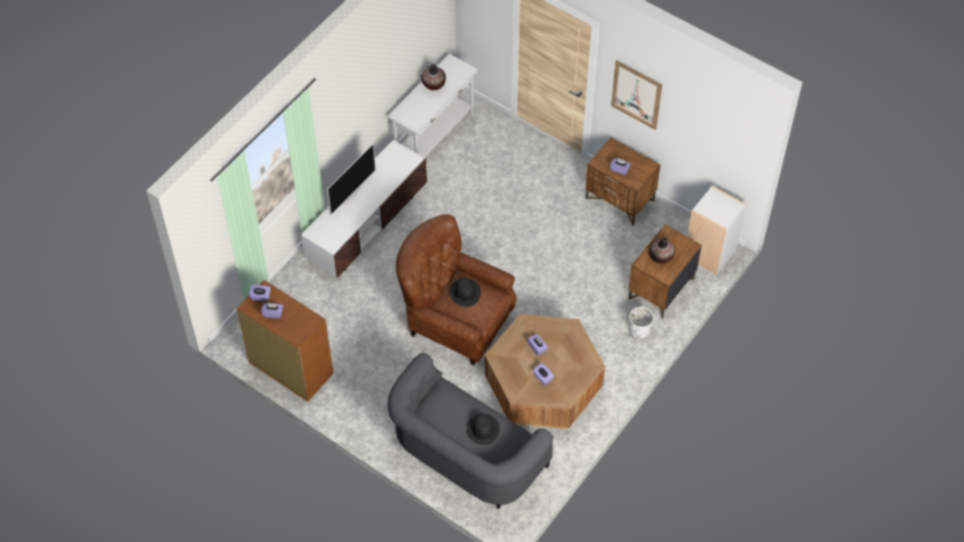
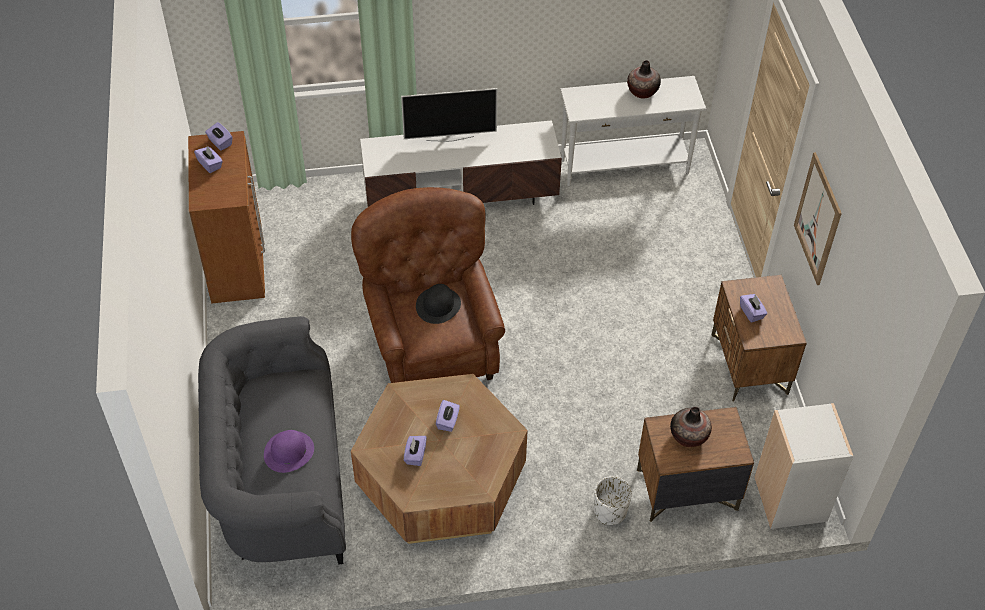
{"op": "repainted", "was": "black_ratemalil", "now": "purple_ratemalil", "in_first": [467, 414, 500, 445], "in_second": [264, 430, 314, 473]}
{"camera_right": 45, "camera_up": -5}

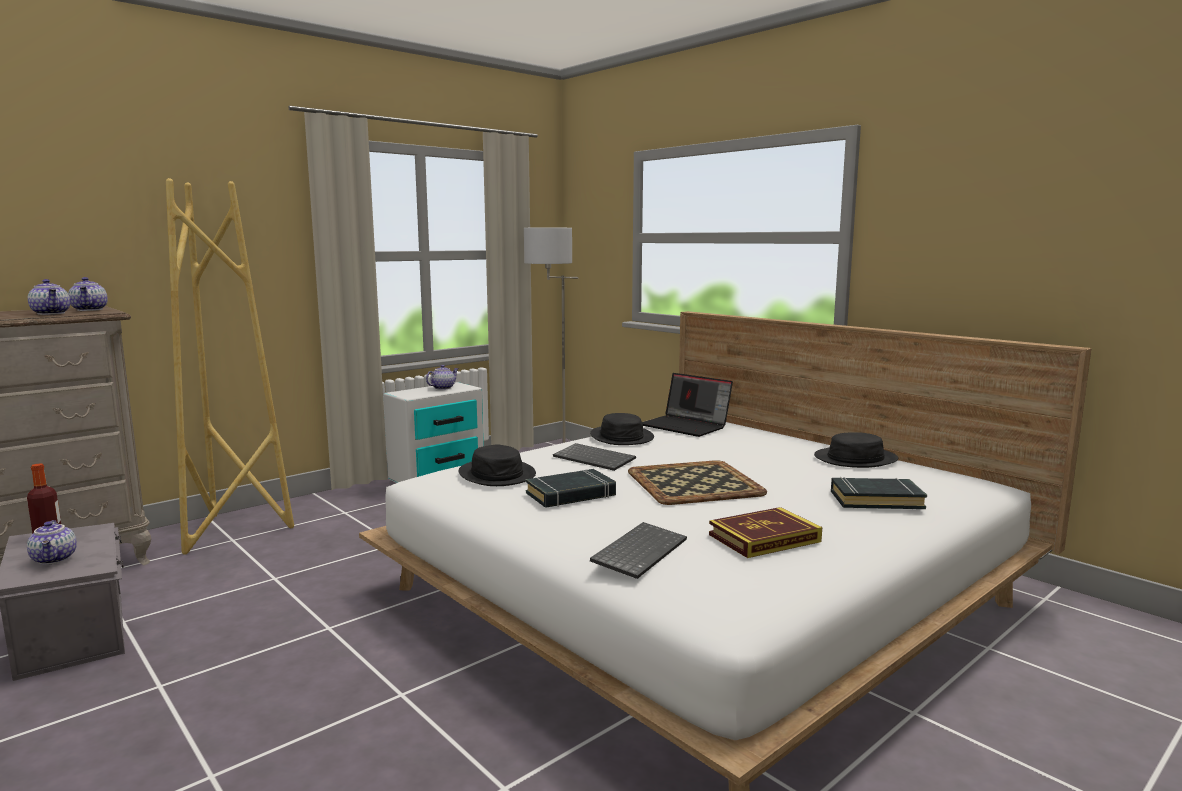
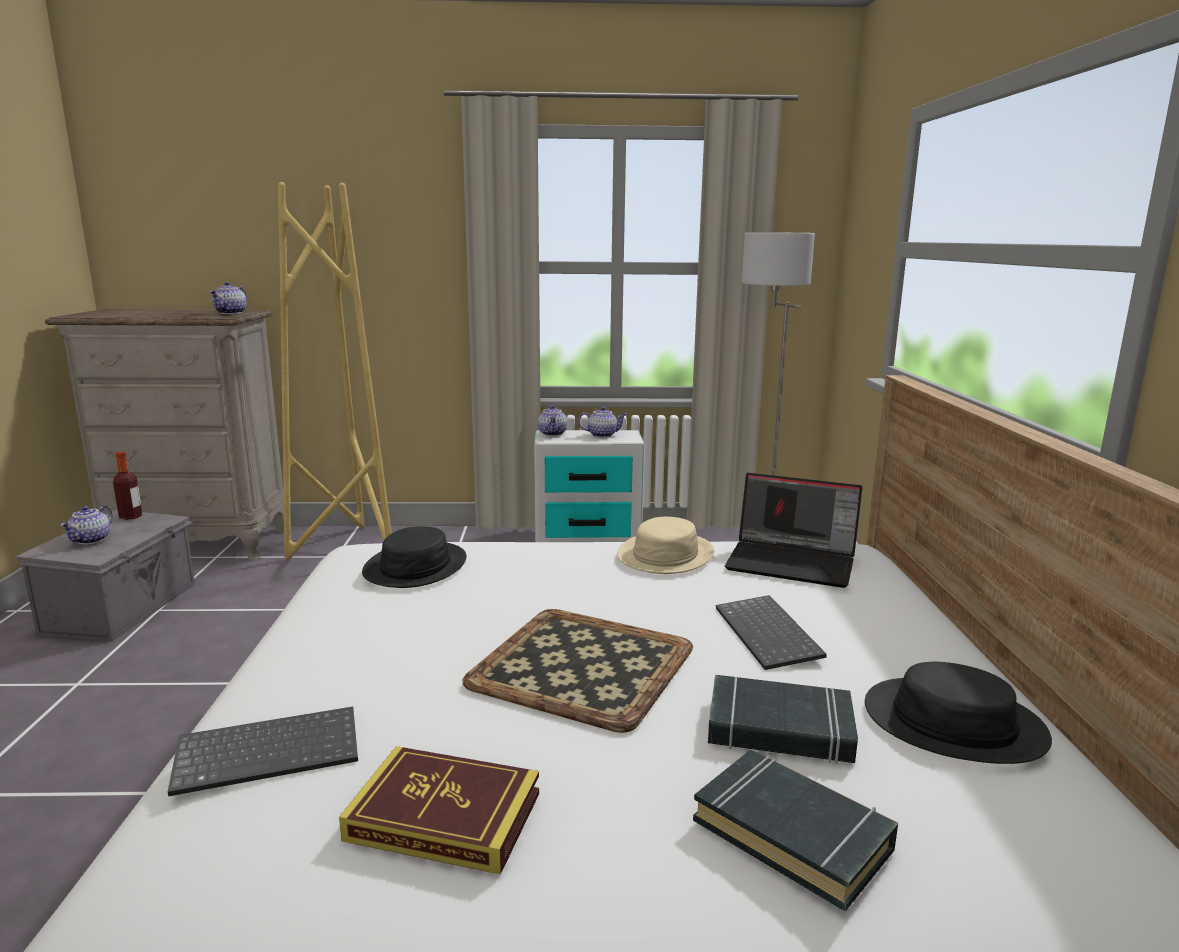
{"op": "shifted", "was": "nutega", "in_first": [28, 279, 70, 315], "in_second": [538, 405, 567, 436]}
{"op": "repainted", "was": "black_ratemalil", "now": "beige_ratemalil", "in_first": [590, 413, 654, 445], "in_second": [617, 517, 714, 574]}
{"op": "shifted", "was": "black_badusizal", "in_first": [526, 469, 616, 508], "in_second": [708, 675, 858, 764]}
{"op": "shifted", "was": "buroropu", "in_first": [553, 443, 636, 471], "in_second": [716, 595, 826, 670]}
{"op": "rotated", "was": "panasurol", "in_first": [642, 373, 733, 437], "in_second": [725, 473, 862, 588], "clockwise": -60}
{"camera_right": 40, "camera_up": 5}

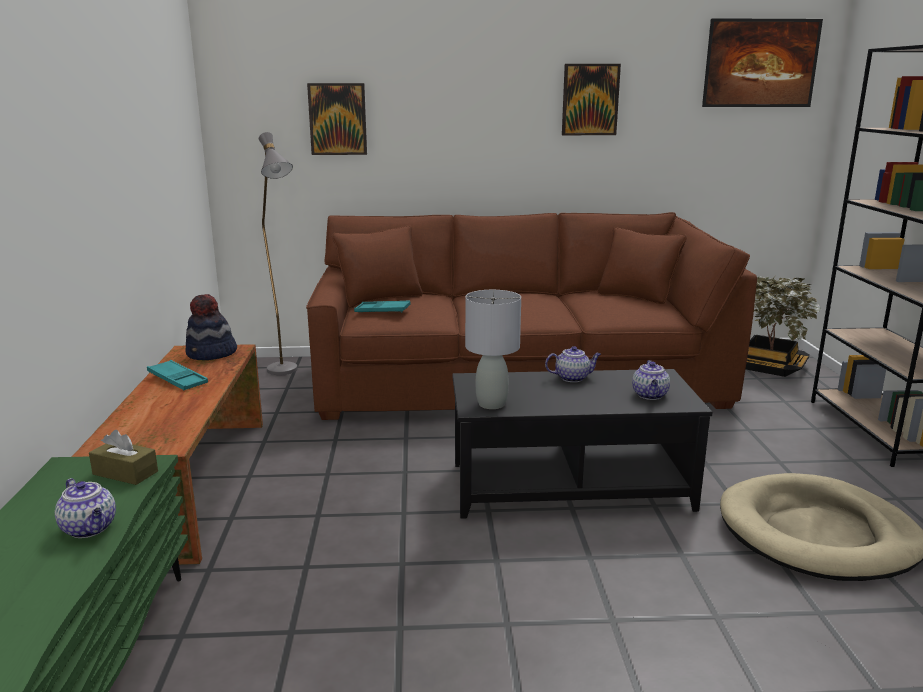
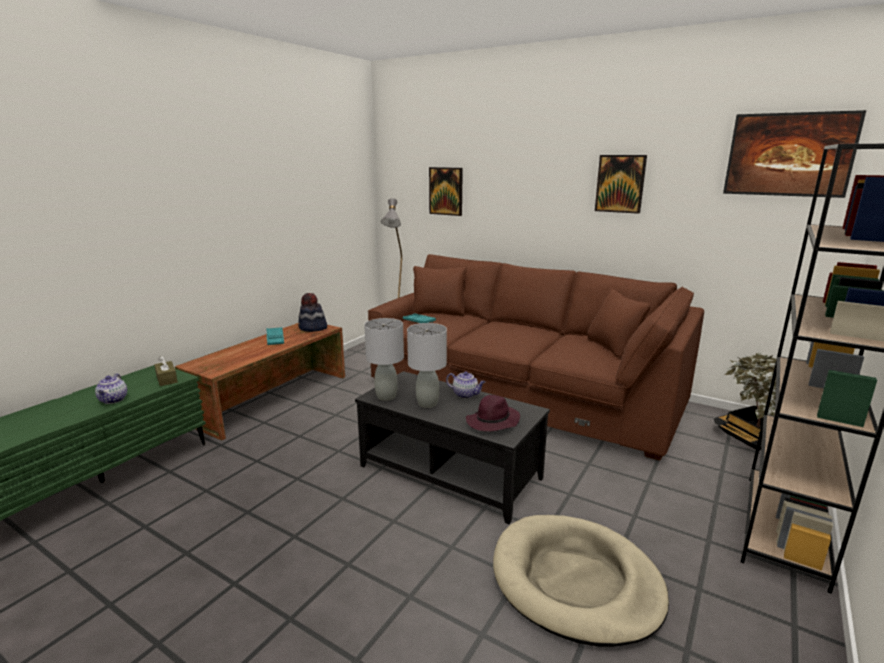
{"op": "new", "now": "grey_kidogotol", "in_second": [407, 323, 447, 408]}
{"op": "swapped", "was": "nutega", "now": "purple_ratemalil", "in_first": [632, 360, 670, 400], "in_second": [466, 395, 520, 431]}
{"camera_right": 35, "camera_up": 0}

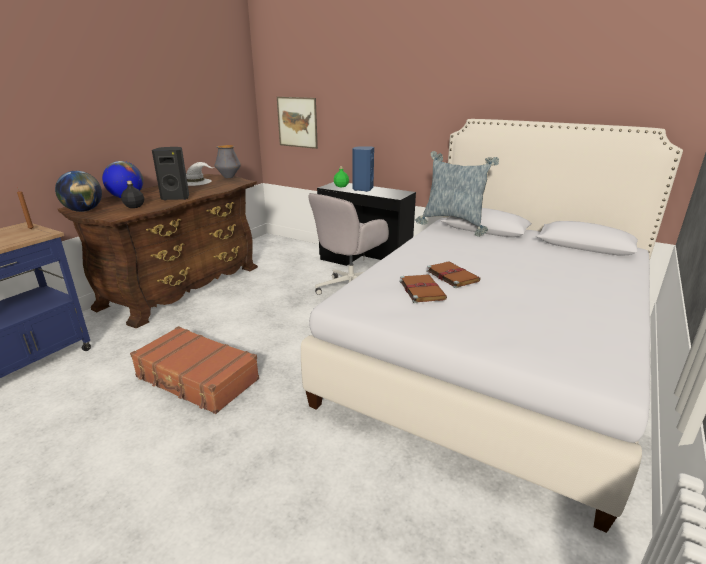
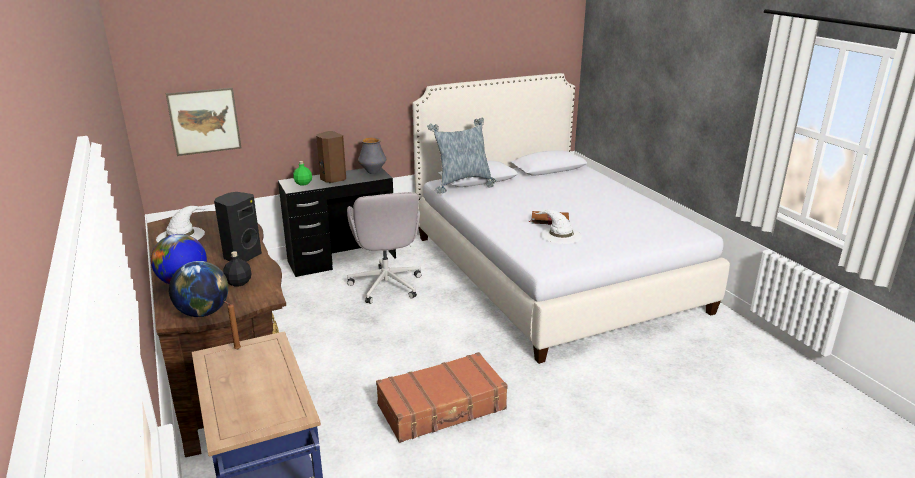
{"op": "repainted", "was": "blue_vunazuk", "now": "brown_vunazuk", "in_first": [353, 146, 374, 192], "in_second": [316, 131, 346, 183]}
{"op": "shifted", "was": "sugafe", "in_first": [214, 145, 241, 178], "in_second": [358, 138, 386, 174]}
{"op": "swapped", "was": "brown_badusizal", "now": "white_ratemalil", "in_first": [400, 274, 447, 303], "in_second": [535, 209, 582, 244]}
{"camera_right": -55, "camera_up": 0}

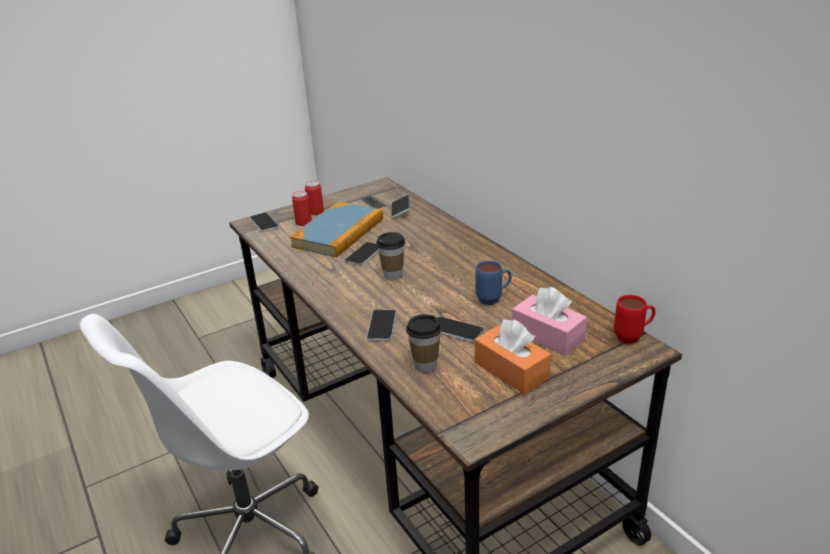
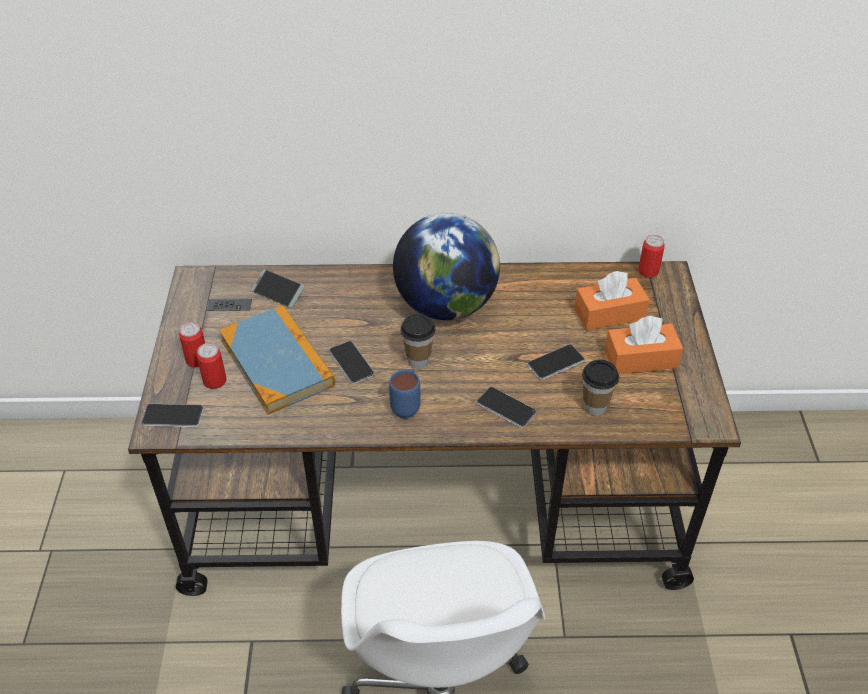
{"op": "shifted", "was": "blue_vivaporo", "in_first": [476, 261, 512, 305], "in_second": [389, 369, 421, 419]}
{"op": "new", "now": "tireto", "in_second": [393, 213, 500, 320]}
{"op": "repainted", "was": "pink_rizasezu", "now": "orange_rizasezu", "in_first": [512, 287, 587, 356], "in_second": [574, 271, 650, 331]}
{"op": "swapped", "was": "red_vivaporo", "now": "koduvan", "in_first": [614, 295, 656, 344], "in_second": [638, 235, 665, 278]}
{"camera_right": -60, "camera_up": 15}

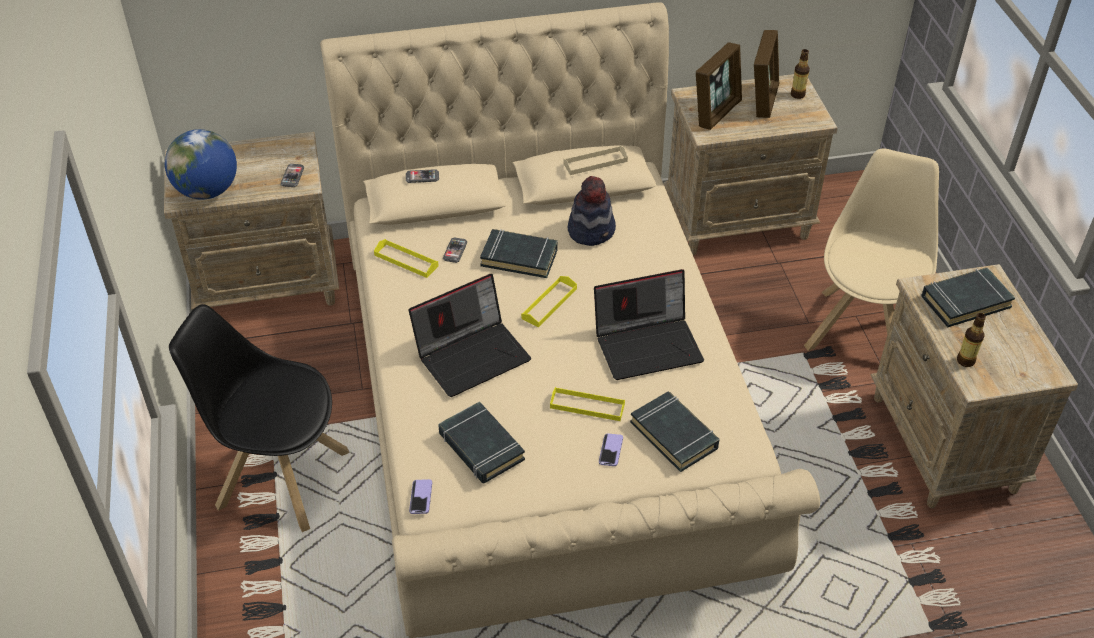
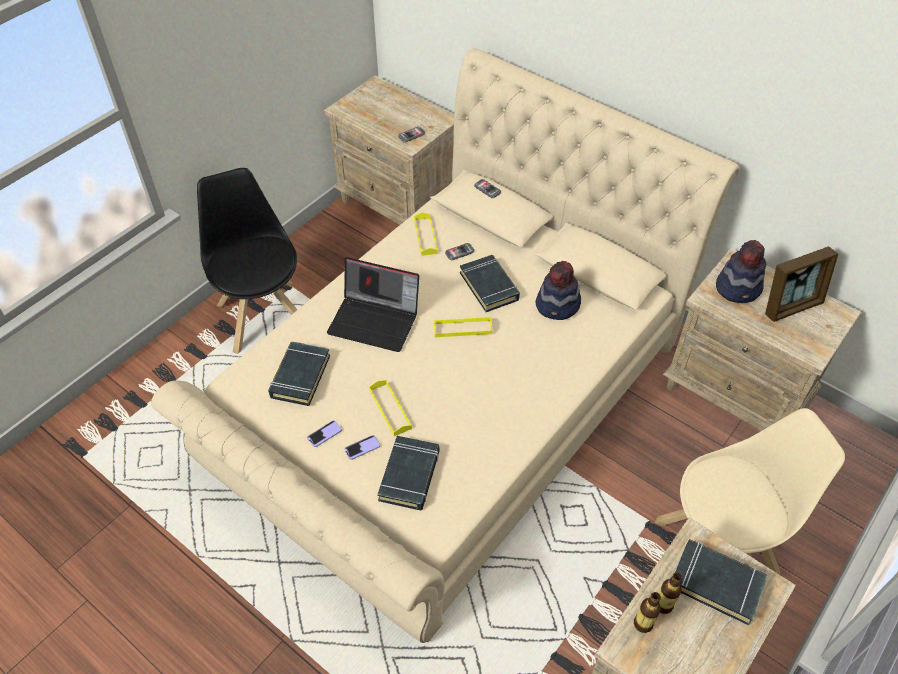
{"op": "shifted", "was": "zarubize", "in_first": [409, 479, 432, 514], "in_second": [307, 420, 342, 447]}
{"op": "shifted", "was": "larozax", "in_first": [791, 49, 810, 99], "in_second": [659, 572, 682, 614]}
{"op": "swapped", "was": "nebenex", "now": "ratemalil", "in_first": [696, 42, 742, 130], "in_second": [716, 240, 766, 303]}
{"op": "gone", "was": "tireto", "in_first": [165, 129, 237, 200]}
{"op": "gone", "was": "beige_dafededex", "in_first": [563, 145, 628, 175]}
{"op": "gone", "was": "panasurol", "in_first": [594, 269, 704, 380]}
{"camera_right": 50, "camera_up": 5}

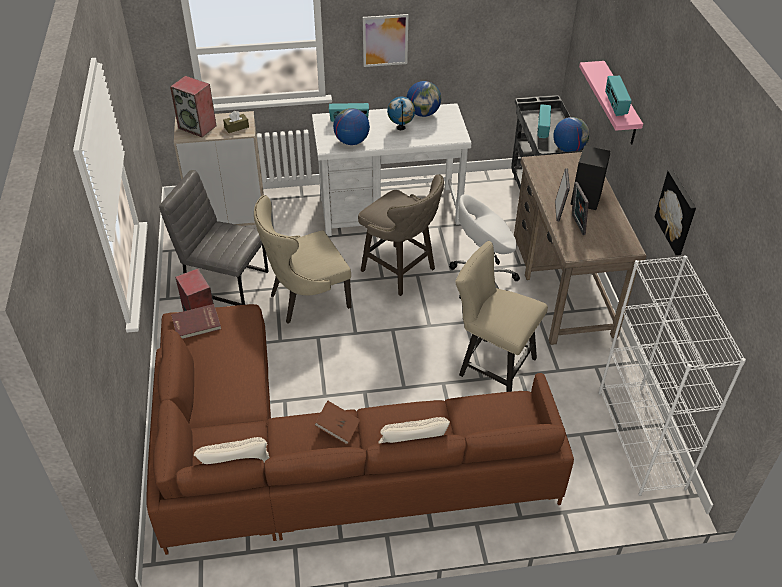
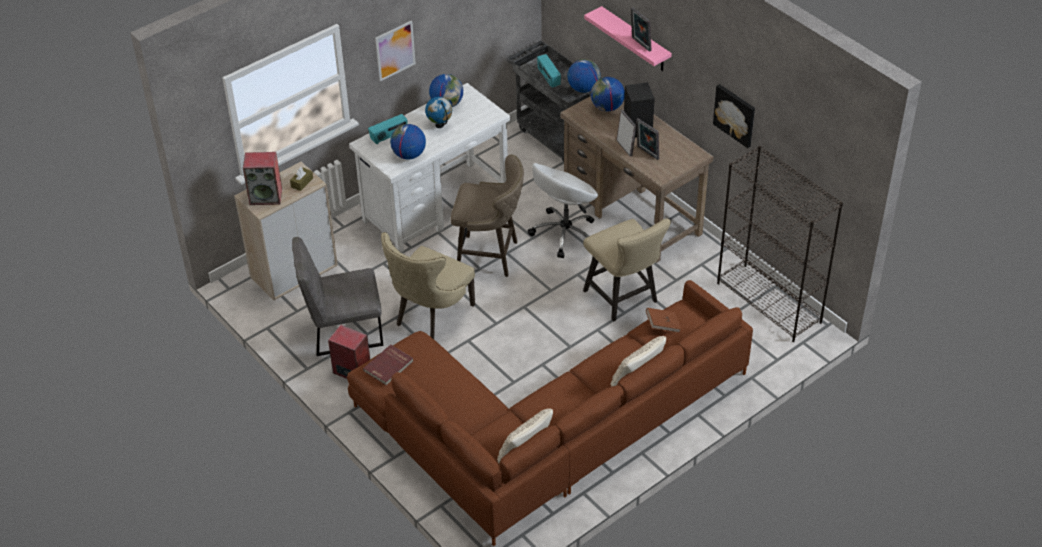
{"op": "rotated", "was": "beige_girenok", "in_first": [455, 241, 548, 392], "in_second": [583, 218, 671, 321], "clockwise": -120}
{"op": "new", "now": "tireto", "in_second": [591, 77, 625, 111]}
{"op": "swapped", "was": "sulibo", "now": "nebenex", "in_first": [605, 76, 632, 116], "in_second": [631, 7, 652, 52]}
{"op": "shifted", "was": "brown_badusizal", "in_first": [314, 401, 360, 445], "in_second": [646, 308, 681, 333]}
{"op": "repainted", "was": "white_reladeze", "now": "black_reladeze", "in_first": [598, 255, 746, 496], "in_second": [717, 146, 843, 342]}
{"camera_right": -30, "camera_up": 0}

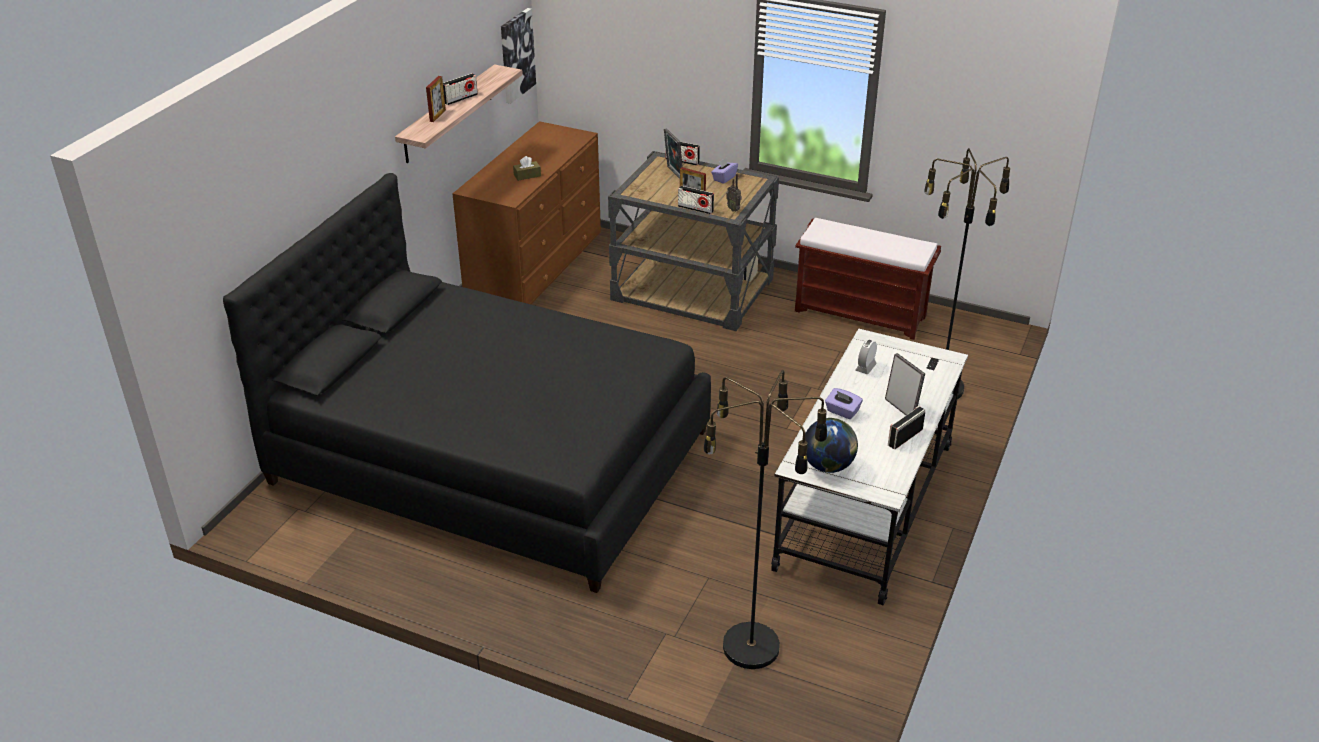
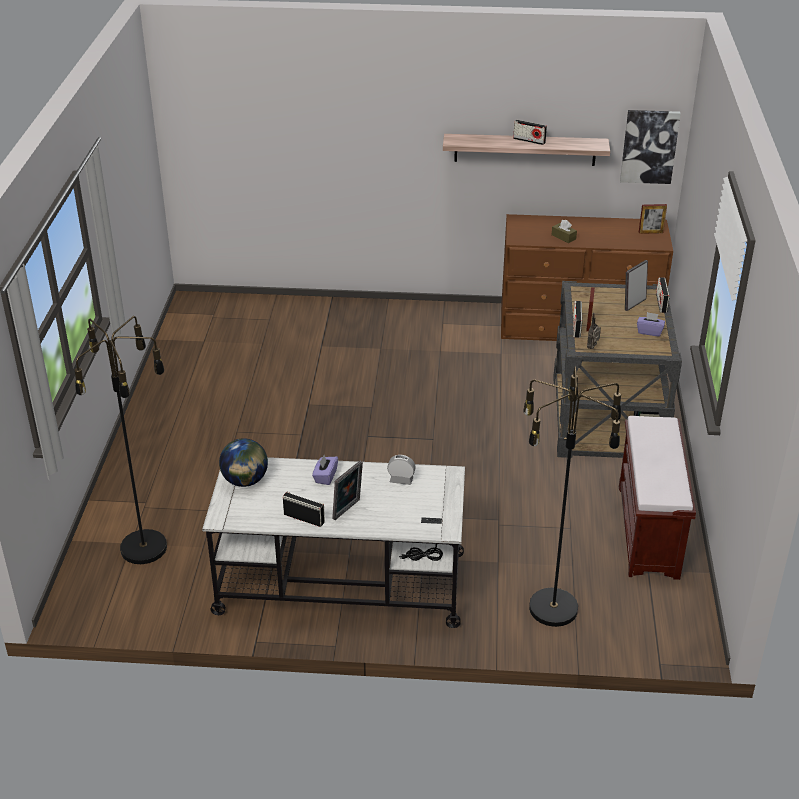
{"op": "shifted", "was": "nebenex", "in_first": [426, 76, 446, 122], "in_second": [639, 204, 667, 234]}
{"op": "gone", "was": "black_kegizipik", "in_first": [223, 173, 711, 593]}
{"camera_right": 70, "camera_up": 0}

